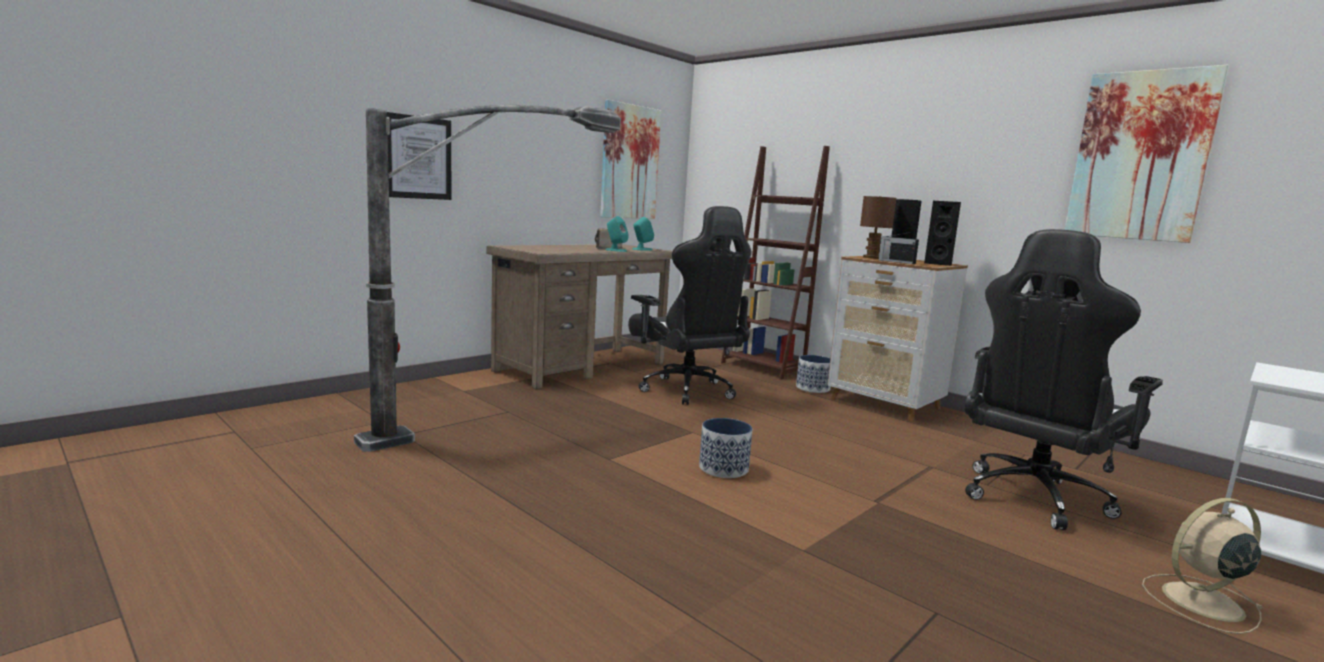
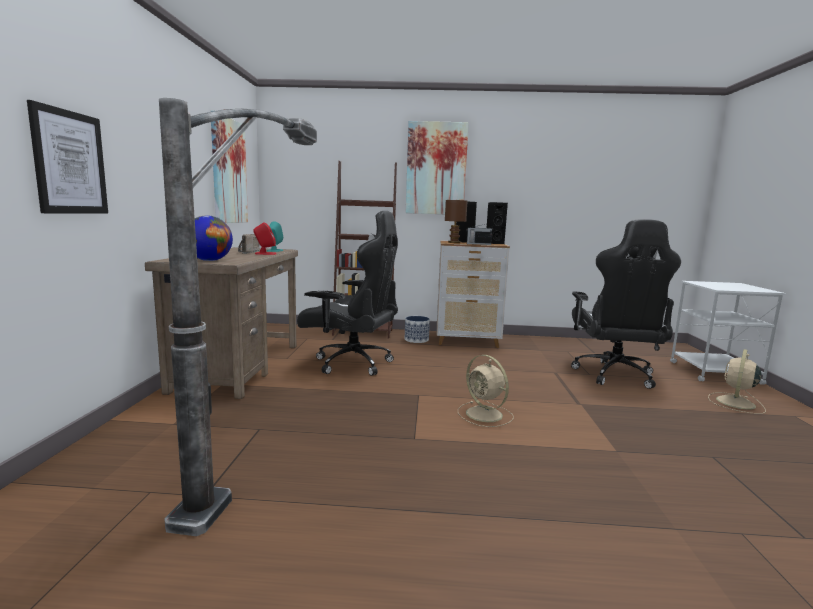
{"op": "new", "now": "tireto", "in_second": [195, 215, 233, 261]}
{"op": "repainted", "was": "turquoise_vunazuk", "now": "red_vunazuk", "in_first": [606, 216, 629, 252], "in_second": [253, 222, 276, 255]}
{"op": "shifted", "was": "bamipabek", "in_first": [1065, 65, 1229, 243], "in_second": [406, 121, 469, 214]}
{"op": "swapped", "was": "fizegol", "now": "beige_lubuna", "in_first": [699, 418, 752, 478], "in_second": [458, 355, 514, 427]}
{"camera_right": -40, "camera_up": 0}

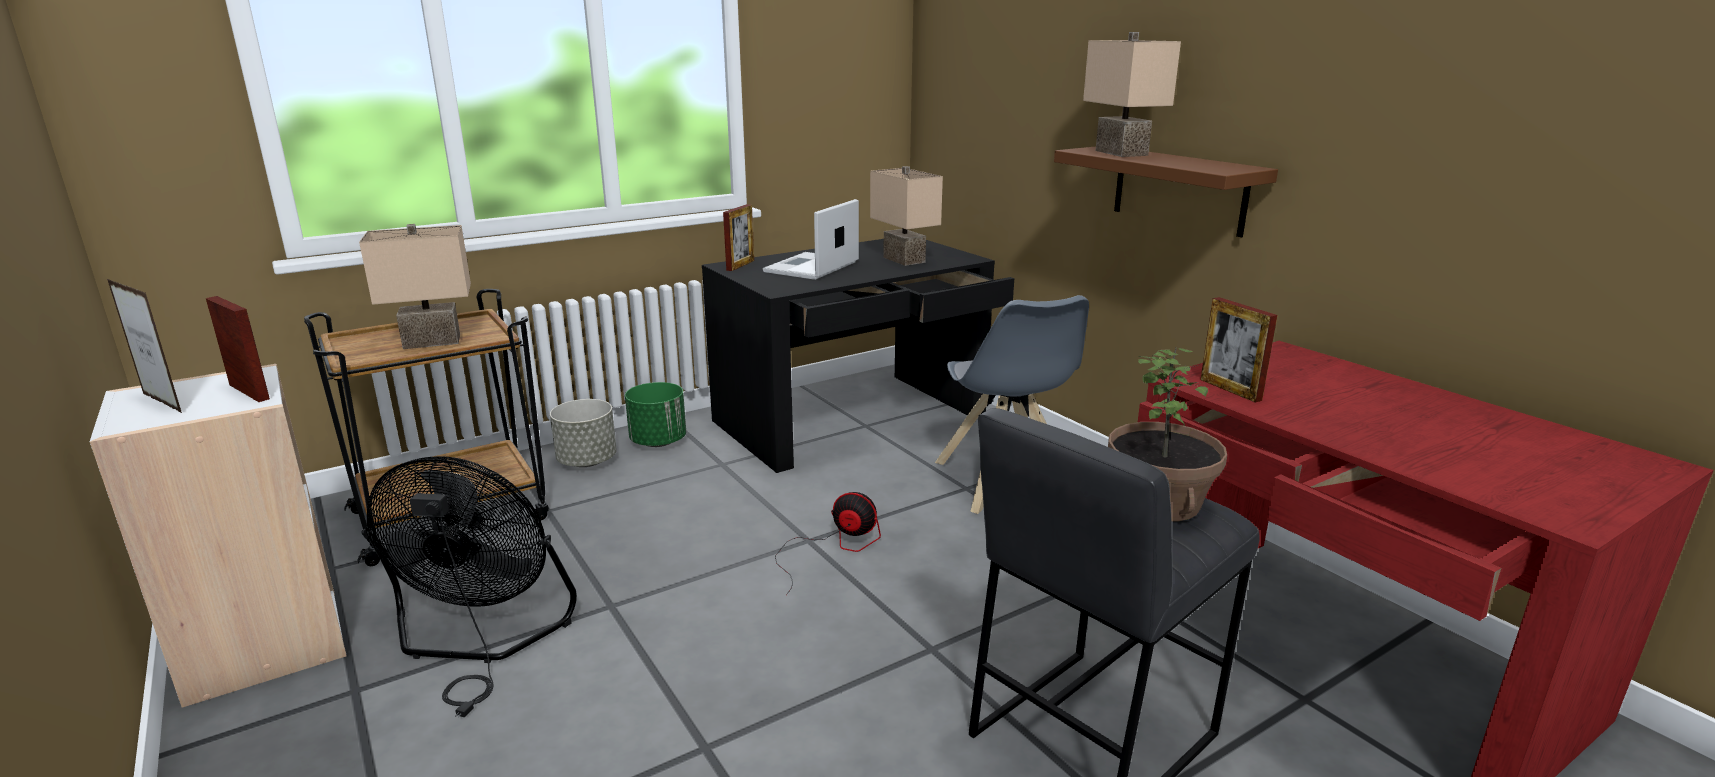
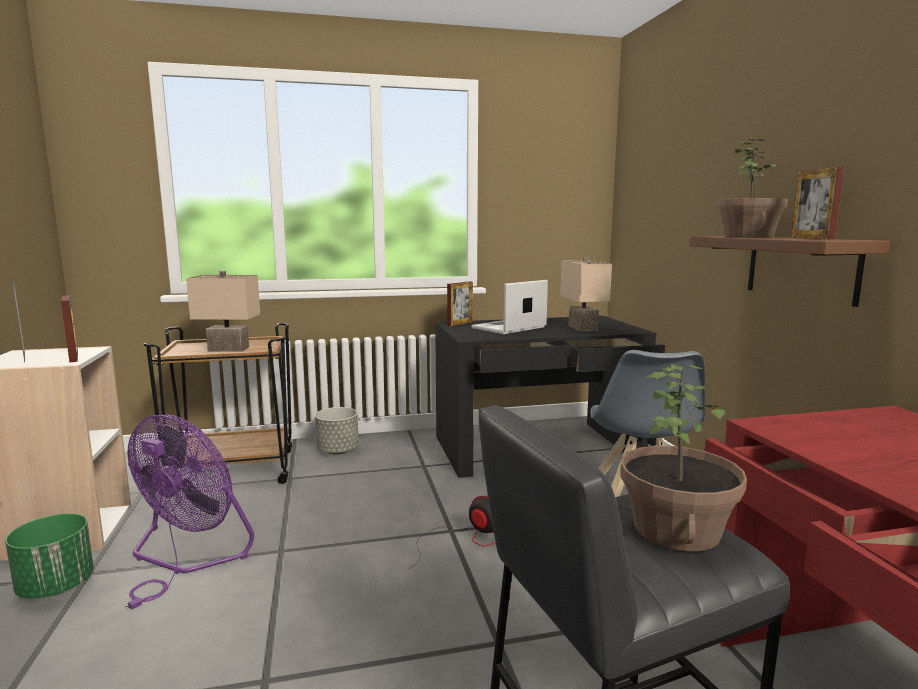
{"op": "shifted", "was": "green_fizegol", "in_first": [625, 382, 686, 447], "in_second": [5, 514, 94, 599]}
{"op": "repainted", "was": "black_lubuna", "now": "purple_lubuna", "in_first": [362, 456, 577, 718], "in_second": [125, 415, 254, 610]}
{"op": "swapped", "was": "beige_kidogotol", "now": "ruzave", "in_first": [1083, 32, 1181, 157], "in_second": [717, 138, 788, 237]}
{"op": "shifted", "was": "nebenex", "in_first": [1200, 297, 1278, 403], "in_second": [791, 167, 845, 239]}
{"camera_right": 20, "camera_up": -10}

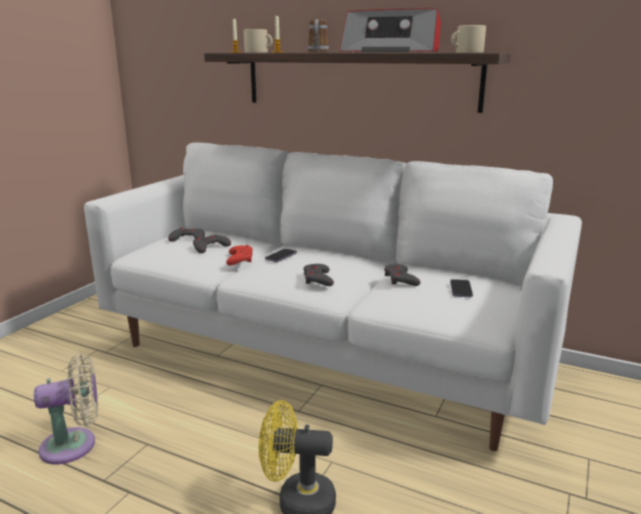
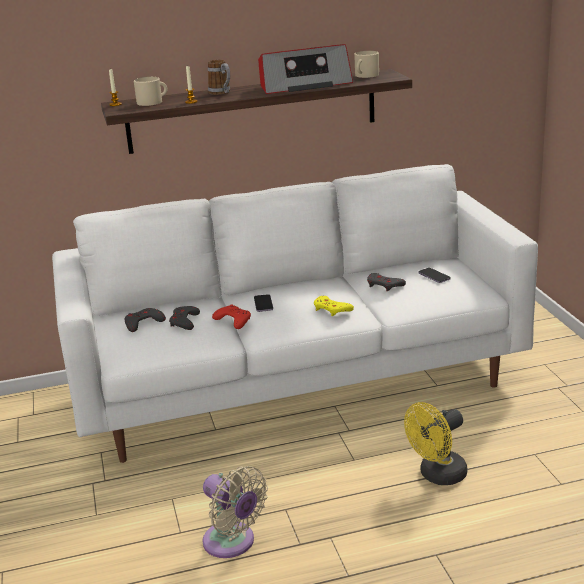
{"op": "rotated", "was": "beige_lubuna", "in_first": [34, 354, 98, 464], "in_second": [202, 466, 268, 558], "clockwise": 105}
{"op": "repainted", "was": "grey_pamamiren", "now": "yellow_pamamiren", "in_first": [303, 264, 334, 286], "in_second": [314, 296, 354, 316]}
{"camera_right": -40, "camera_up": 5}

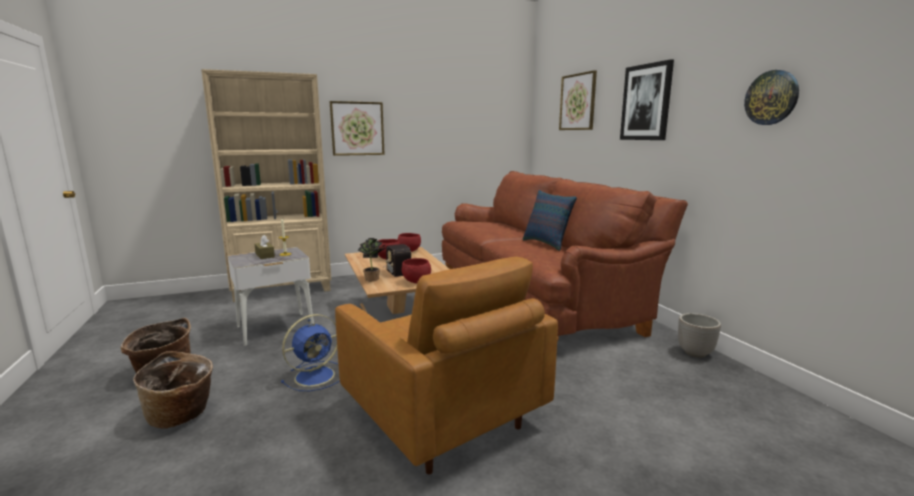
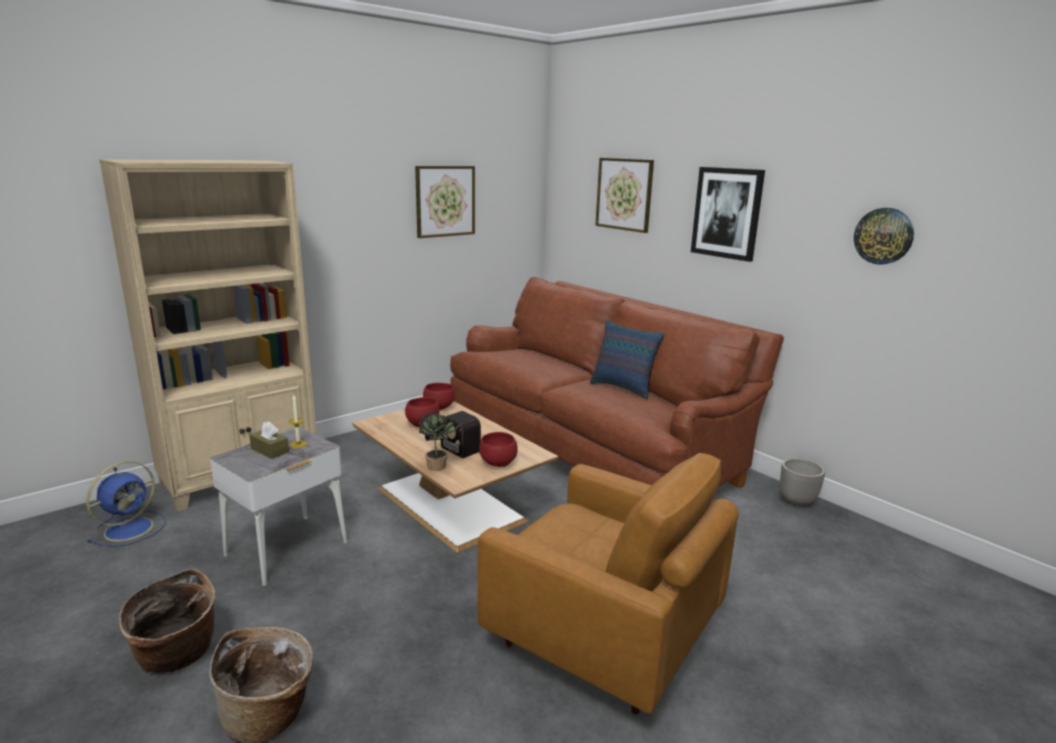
{"op": "shifted", "was": "blue_lubuna", "in_first": [281, 314, 340, 391], "in_second": [86, 461, 166, 547]}
{"op": "shifted", "was": "bamipabek", "in_first": [330, 101, 385, 156], "in_second": [415, 166, 475, 238]}
{"camera_right": -20, "camera_up": 5}

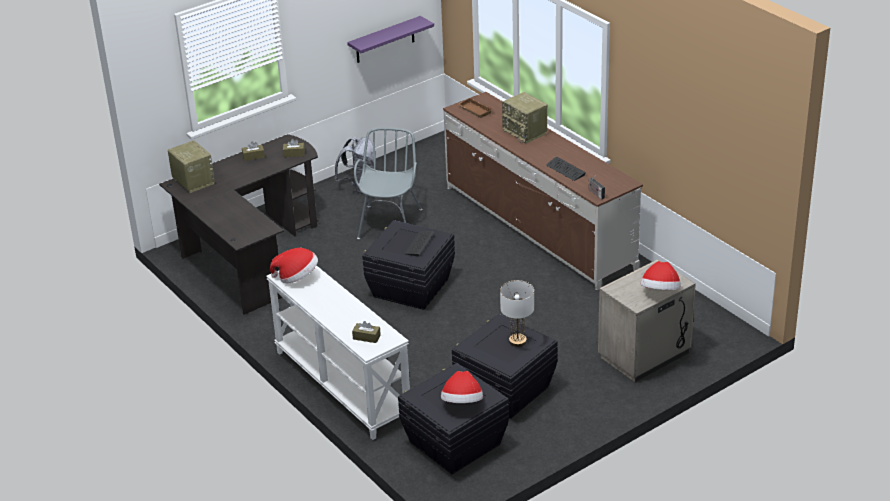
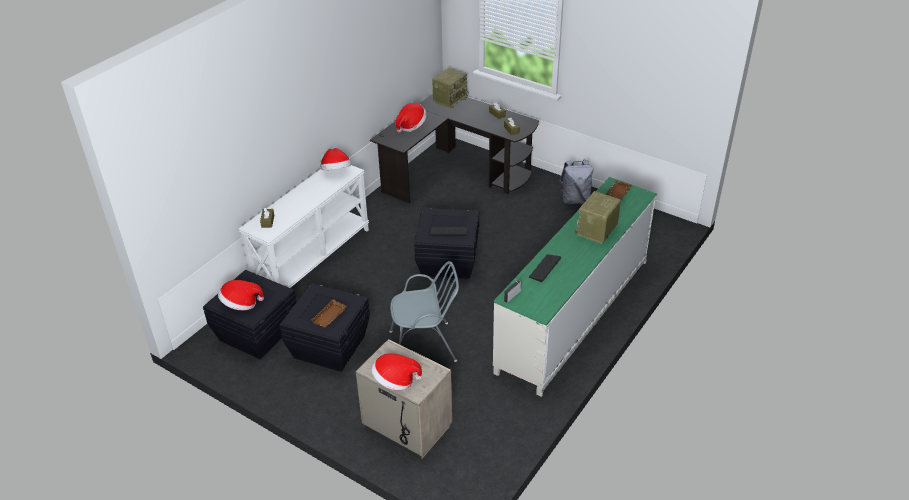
{"op": "swapped", "was": "kidogotol", "now": "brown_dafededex", "in_first": [500, 280, 534, 347], "in_second": [311, 299, 347, 328]}
{"op": "shifted", "was": "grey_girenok", "in_first": [354, 128, 422, 239], "in_second": [389, 261, 459, 362]}
{"op": "new", "now": "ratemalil", "in_second": [396, 103, 427, 132]}
{"op": "repainted", "was": "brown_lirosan", "now": "green_lirosan", "in_first": [443, 92, 643, 290], "in_second": [493, 177, 657, 397]}
{"op": "gone", "was": "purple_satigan", "in_first": [347, 16, 434, 63]}
{"camera_right": 70, "camera_up": 5}

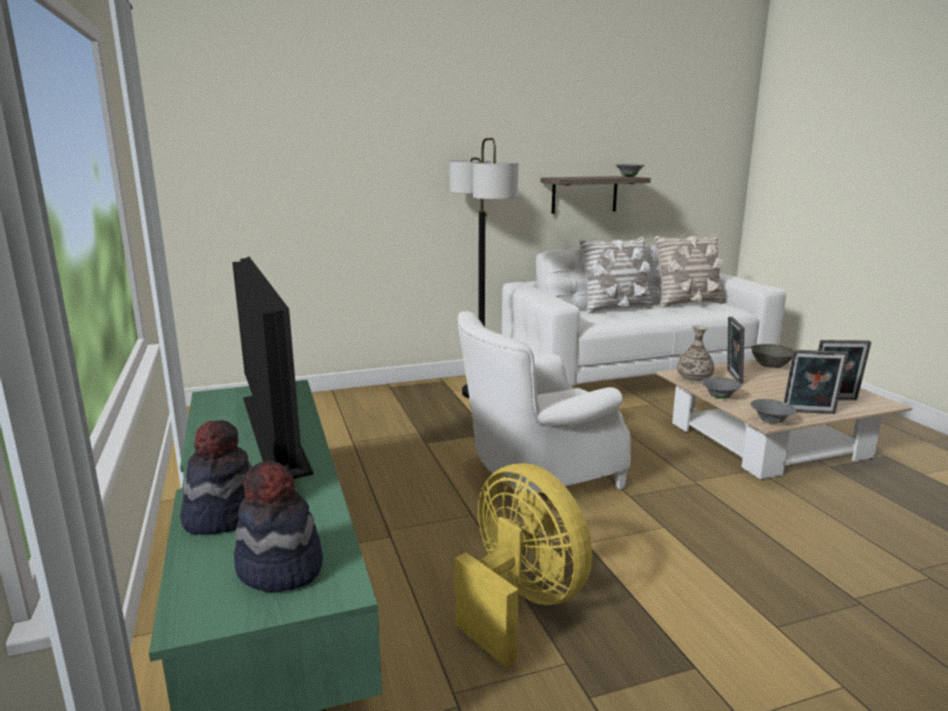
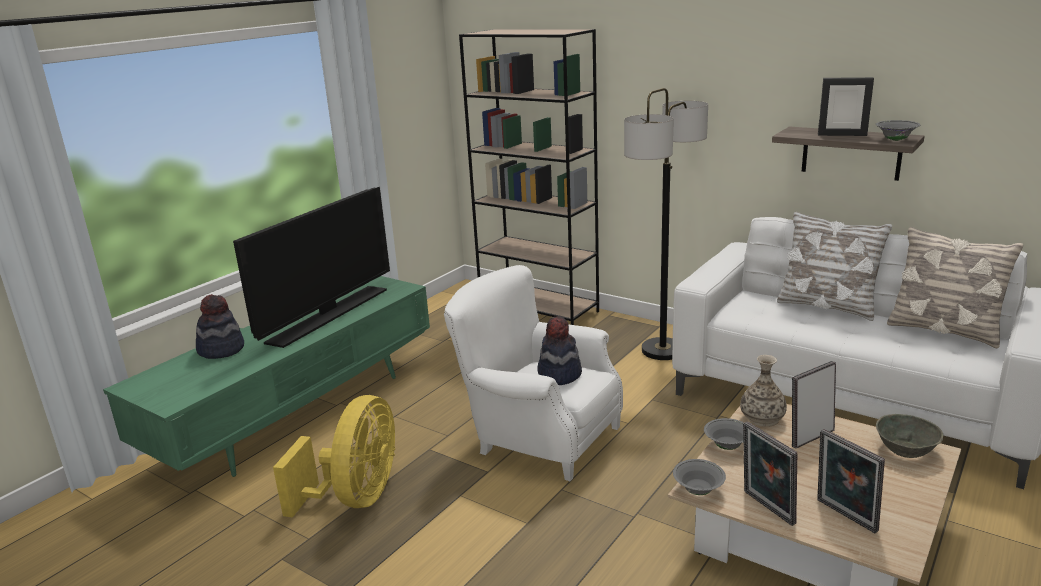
{"op": "new", "now": "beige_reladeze", "in_second": [459, 29, 599, 325]}
{"op": "shifted", "was": "ratemalil", "in_first": [234, 460, 323, 592], "in_second": [537, 316, 582, 385]}
{"op": "new", "now": "nebenex", "in_second": [818, 77, 874, 136]}
{"camera_right": 55, "camera_up": 5}

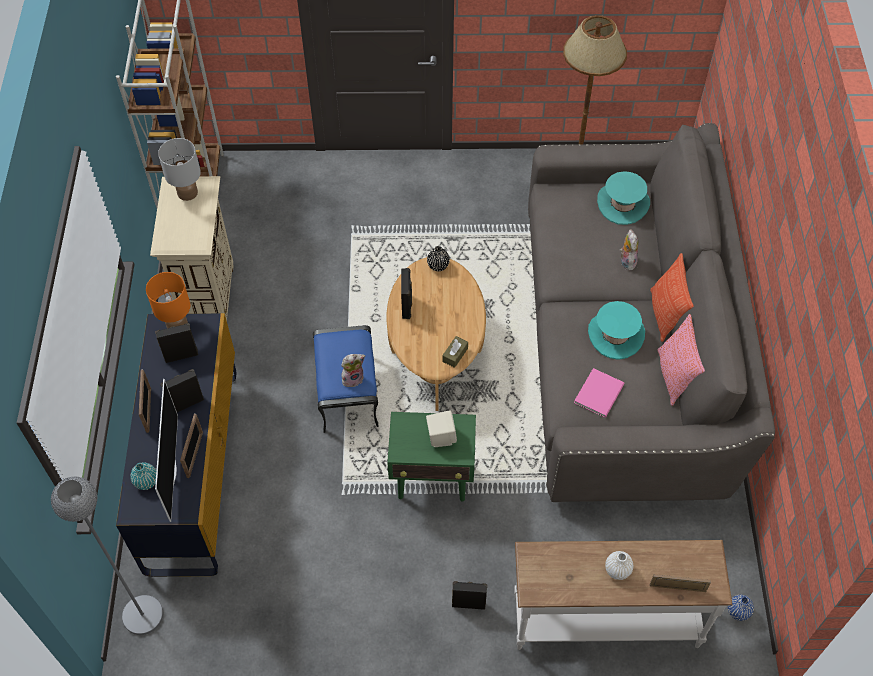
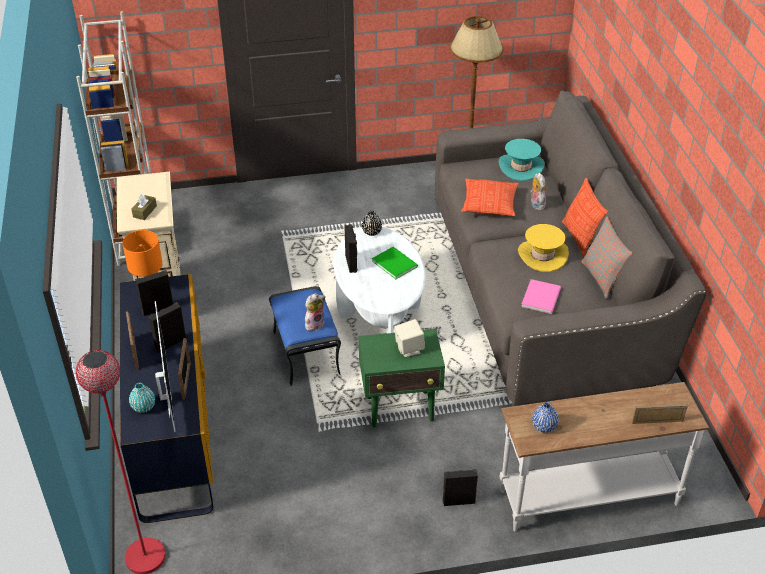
{"op": "repainted", "was": "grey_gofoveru", "now": "red_gofoveru", "in_first": [51, 477, 163, 635], "in_second": [76, 350, 166, 574]}
{"op": "shifted", "was": "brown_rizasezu", "in_first": [442, 336, 468, 368], "in_second": [131, 194, 157, 220]}
{"op": "repainted", "was": "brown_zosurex", "now": "white_zosurex", "in_first": [386, 257, 486, 411], "in_second": [334, 227, 426, 333]}
{"op": "new", "now": "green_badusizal", "in_second": [372, 247, 418, 279]}
{"op": "new", "now": "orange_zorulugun", "in_second": [461, 179, 519, 216]}
{"op": "repainted", "was": "turquoise_ratemalil", "now": "yellow_ratemalil", "in_first": [588, 301, 645, 360], "in_second": [518, 224, 569, 272]}
{"op": "shifted", "was": "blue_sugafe", "in_first": [728, 595, 754, 621], "in_second": [532, 402, 559, 433]}
{"op": "repainted", "was": "pink_zorulugun", "now": "grey_zorulugun", "in_first": [657, 314, 705, 406], "in_second": [581, 217, 632, 299]}
{"op": "gone", "was": "grey_kidogotol", "in_first": [158, 138, 201, 201]}
{"op": "gone", "was": "white_sugafe", "in_first": [605, 551, 633, 580]}
{"camera_right": -10, "camera_up": -15}

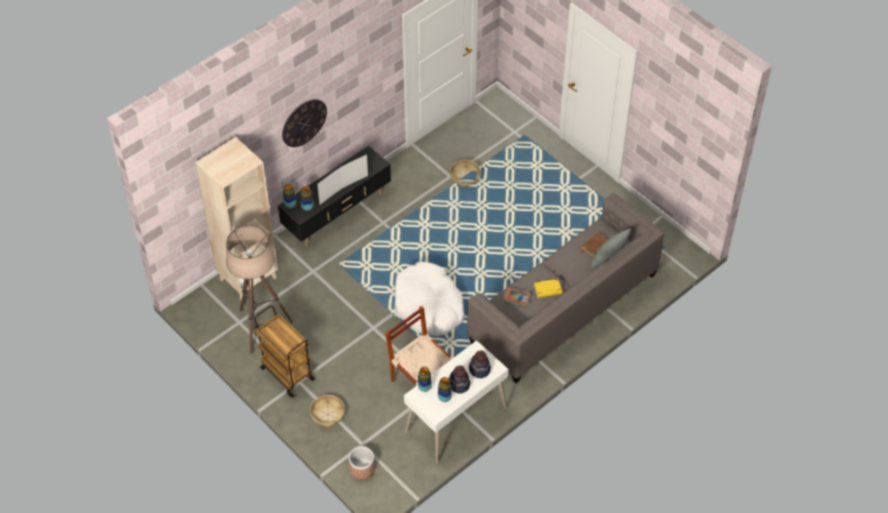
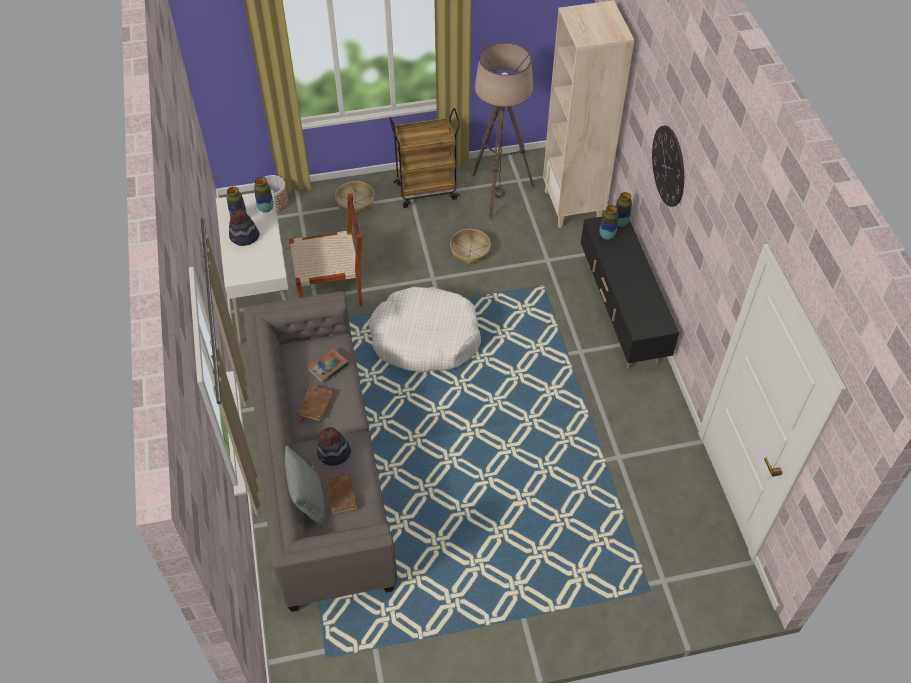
{"op": "repainted", "was": "yellow_badusizal", "now": "brown_badusizal", "in_first": [534, 278, 565, 298], "in_second": [297, 385, 334, 424]}
{"op": "shifted", "was": "ratemalil", "in_first": [469, 350, 491, 378], "in_second": [317, 427, 351, 466]}
{"op": "shifted", "was": "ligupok", "in_first": [450, 160, 481, 188], "in_second": [450, 229, 491, 265]}
{"op": "gone", "was": "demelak", "in_first": [316, 153, 369, 207]}
{"camera_right": 120, "camera_up": 0}

